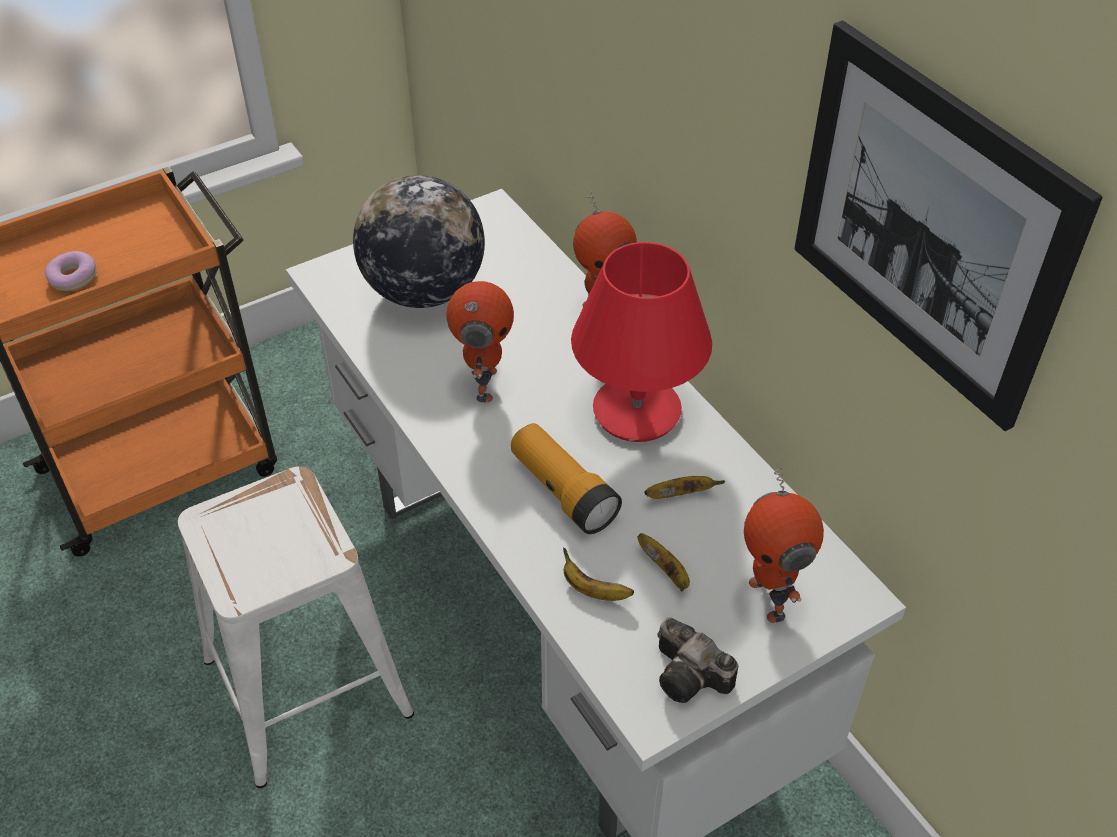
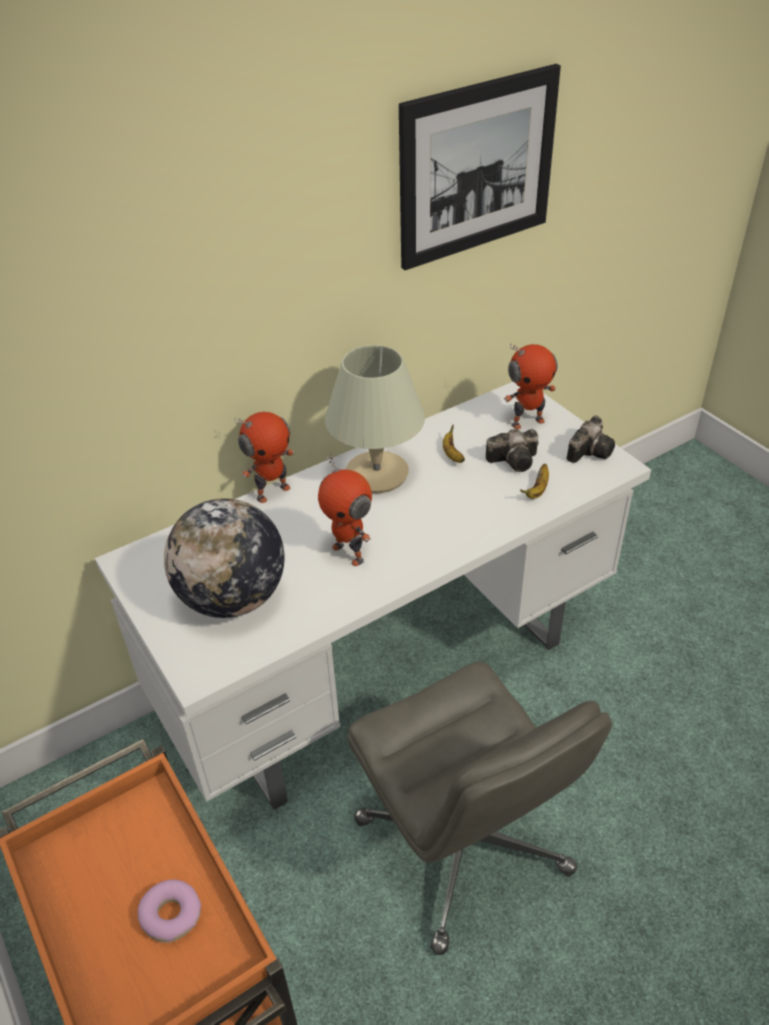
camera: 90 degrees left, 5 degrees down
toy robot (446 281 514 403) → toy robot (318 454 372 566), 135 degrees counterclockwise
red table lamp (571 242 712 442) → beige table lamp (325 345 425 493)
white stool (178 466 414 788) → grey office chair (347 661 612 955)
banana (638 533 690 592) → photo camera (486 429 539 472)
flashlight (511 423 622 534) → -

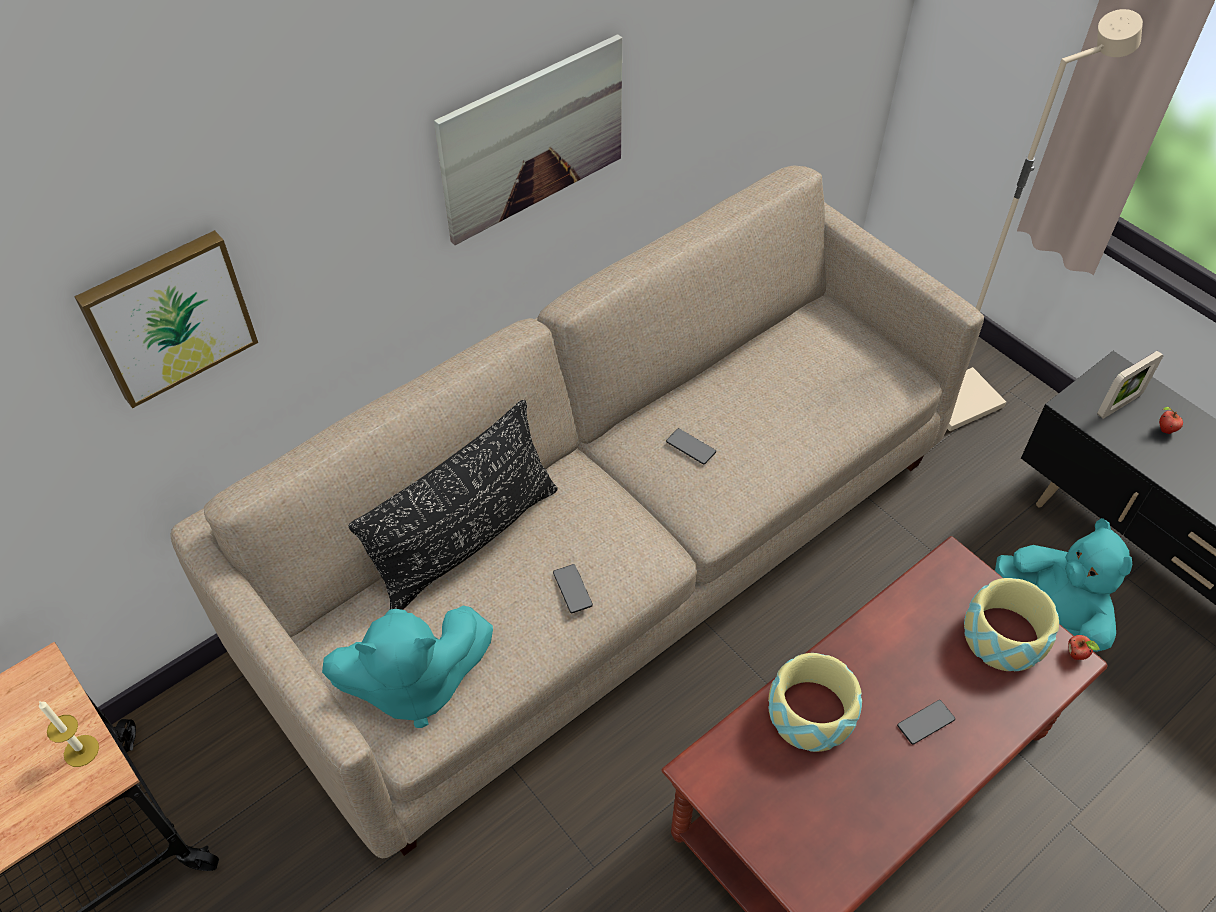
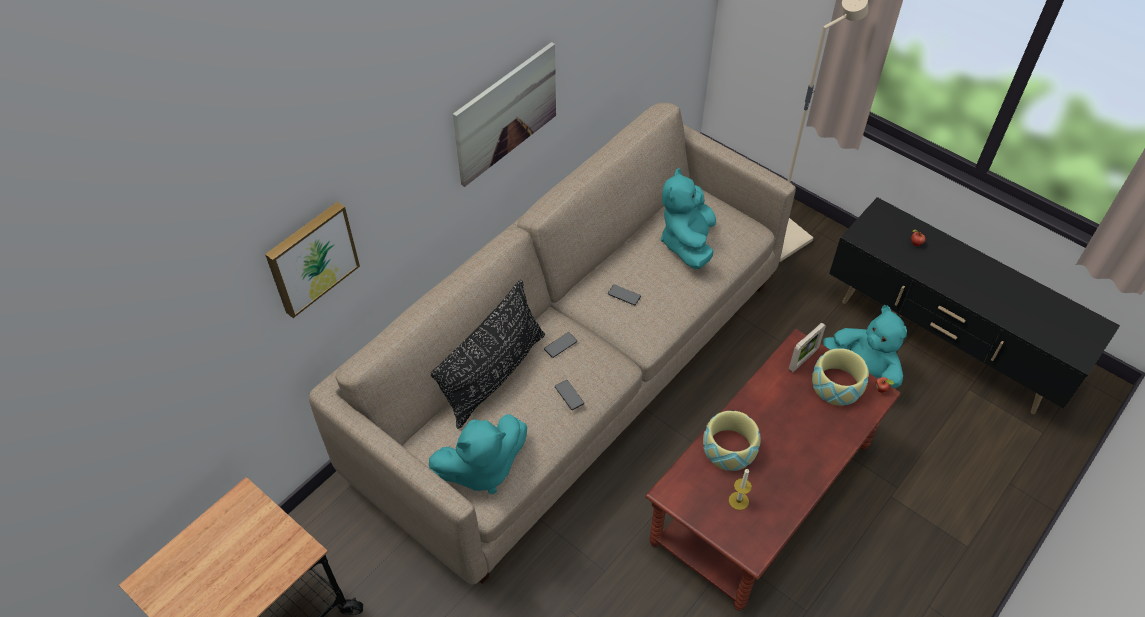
camera: 10 degrees left, 0 degrees up
phone (897 700 955 745) → phone (544 332 577 358), shifted
- → turquoise plush toy (661 168 716 269)
candle (39 701 99 767) → candle (729 469 752 510), shifted
picture frame (1097 351 1163 419) → picture frame (789 323 826 372), shifted

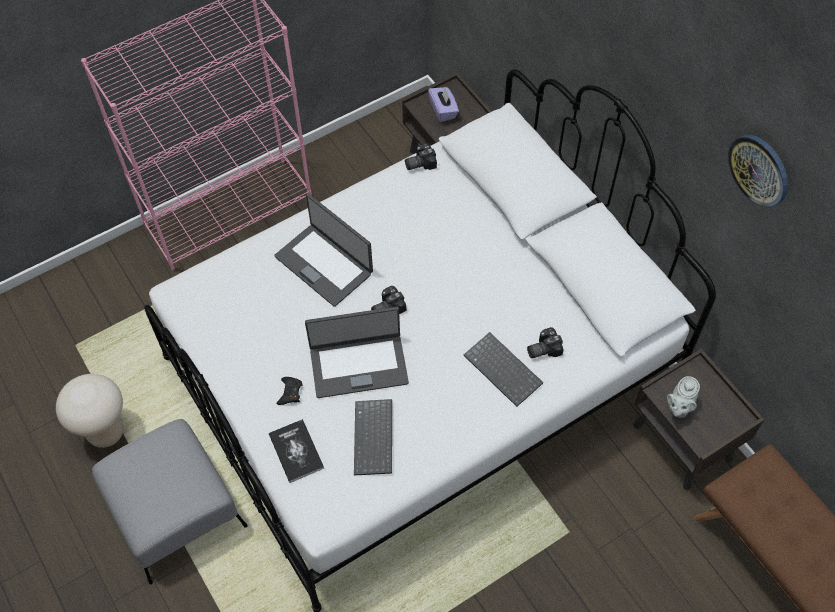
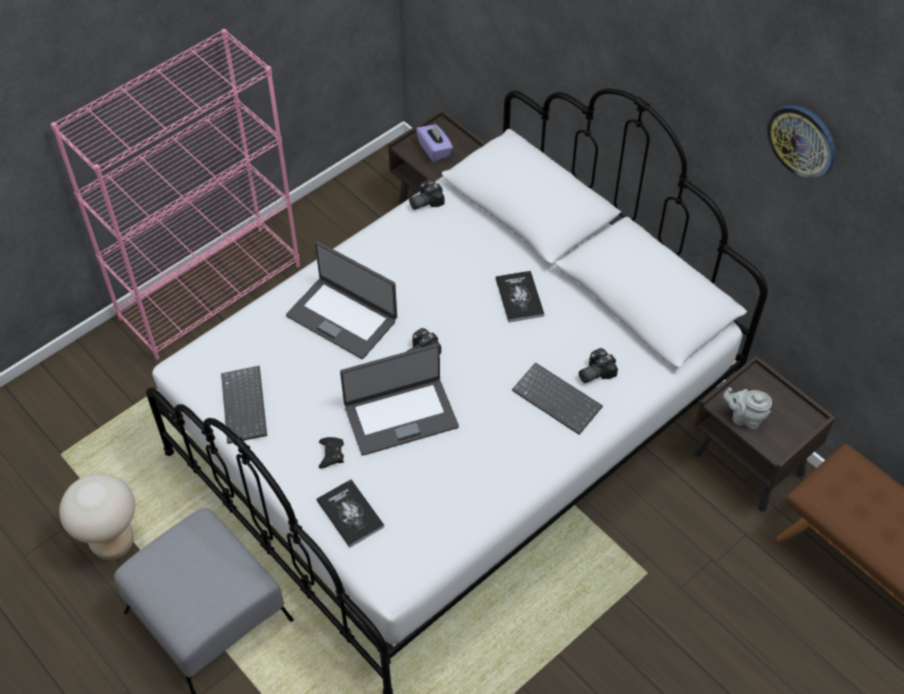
camera: 10 degrees left, 5 degrees down
keyboard (354 399 392 475) → keyboard (221 366 267 444), shifted
- → book (495 271 544 322)
grey teapot (667 376 700 418) → grey teapot (723 387 772 430), 90 degrees clockwise

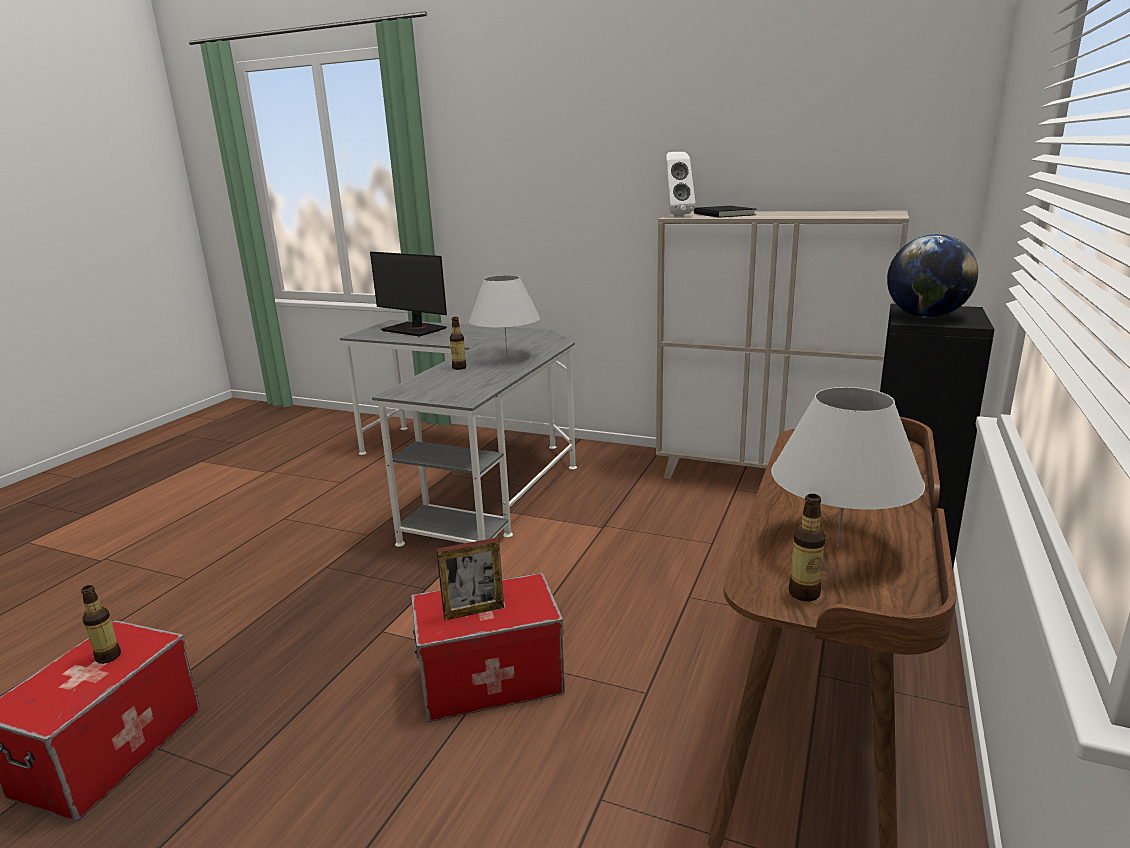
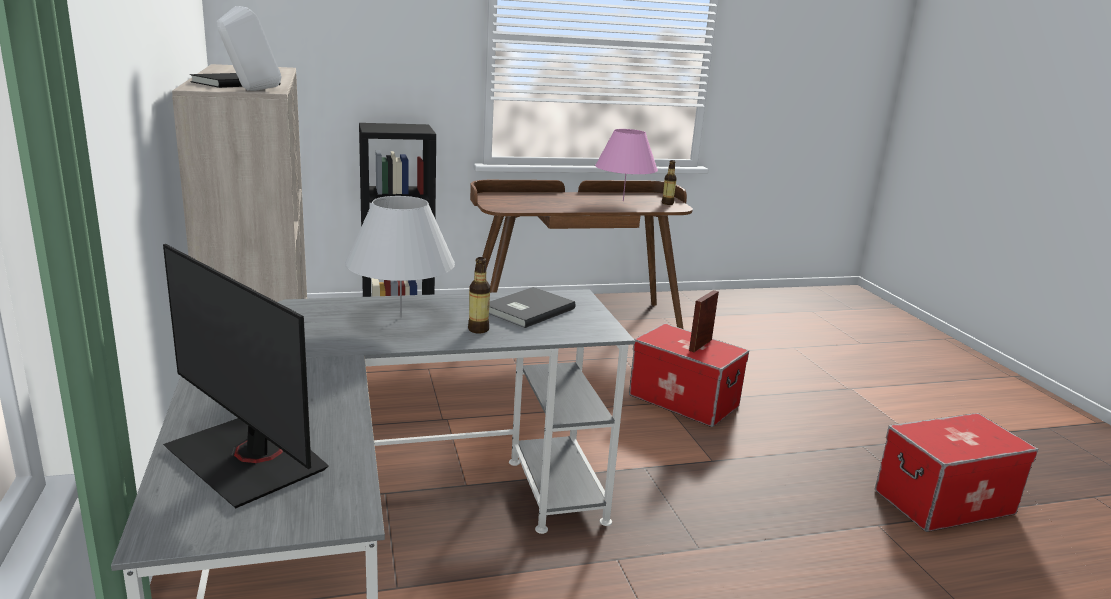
camera: 130 degrees left, 0 degrees up
monitor (370 252 447 336) → monitor (163 244 329 508), 135 degrees clockwise
- → grey book (489 287 576 328)
white table lamp (771 387 925 546) → pink table lamp (595 129 658 201)
picture frame (436 538 504 620) → picture frame (689 290 719 352), 90 degrees counterclockwise
bottle (81 585 121 664) → -
globe (887 234 978 318) → -

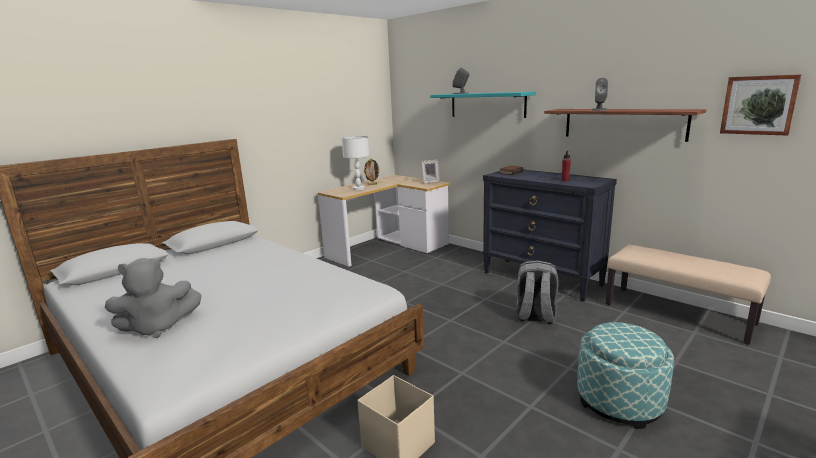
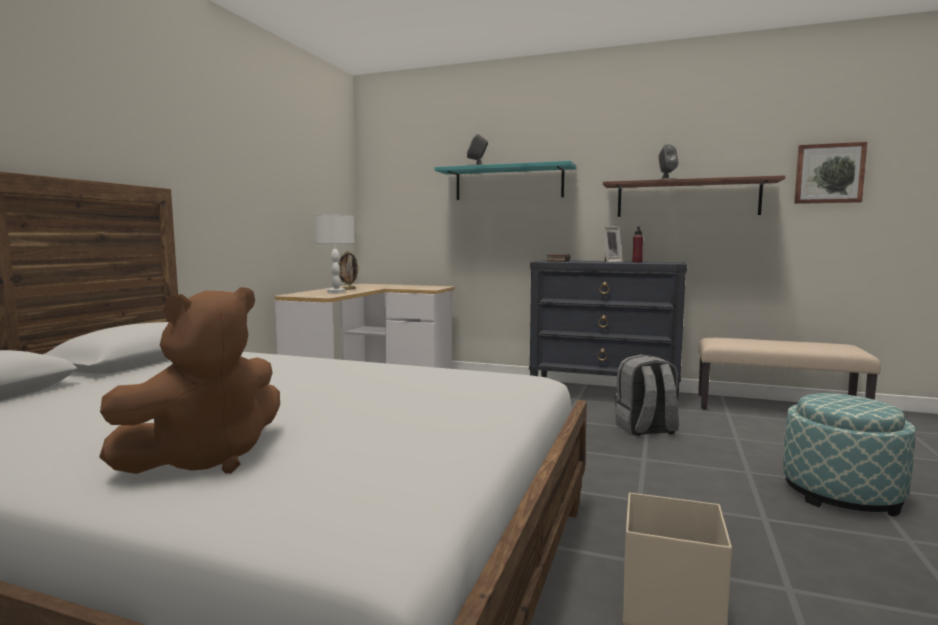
camera: 25 degrees left, 10 degrees down
grey plush toy (105 258 202 338) → brown plush toy (99 287 280 474)
picture frame (421 159 440 184) → picture frame (603 226 623 263), shifted

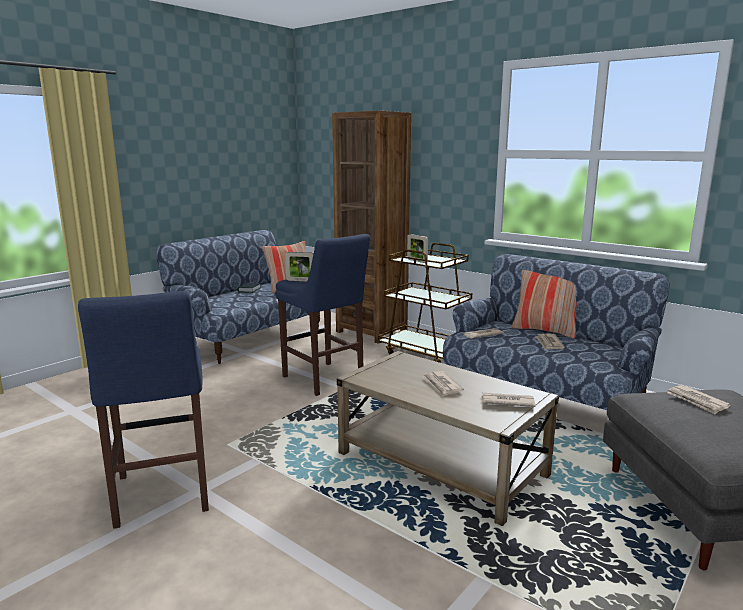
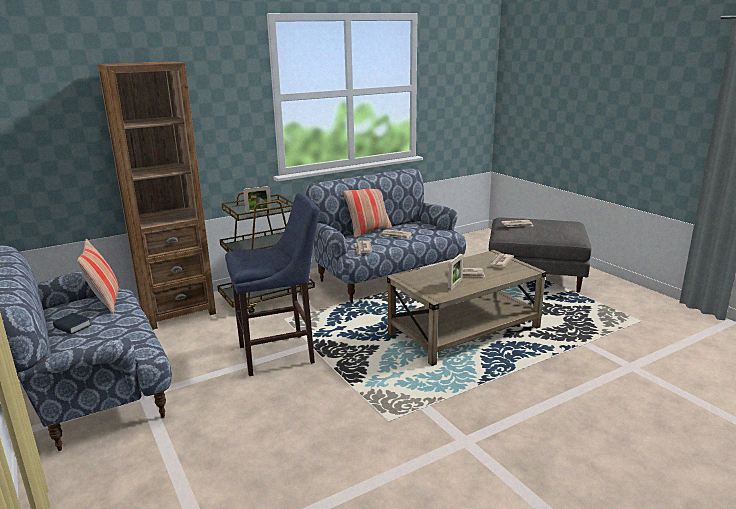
camera: 70 degrees left, 5 degrees up
picture frame (285 252 313 281) → picture frame (448 254 463 290), shifted
blue stool (78 291 209 529) → -

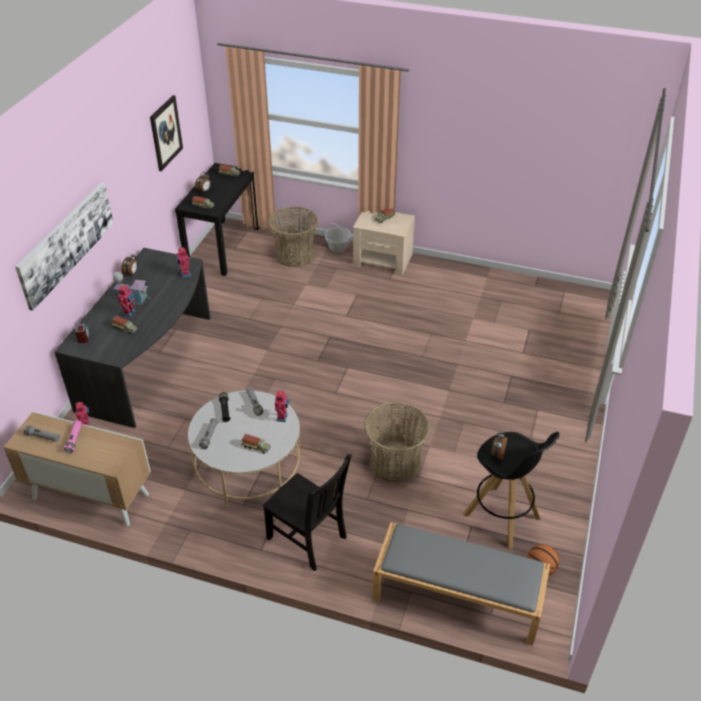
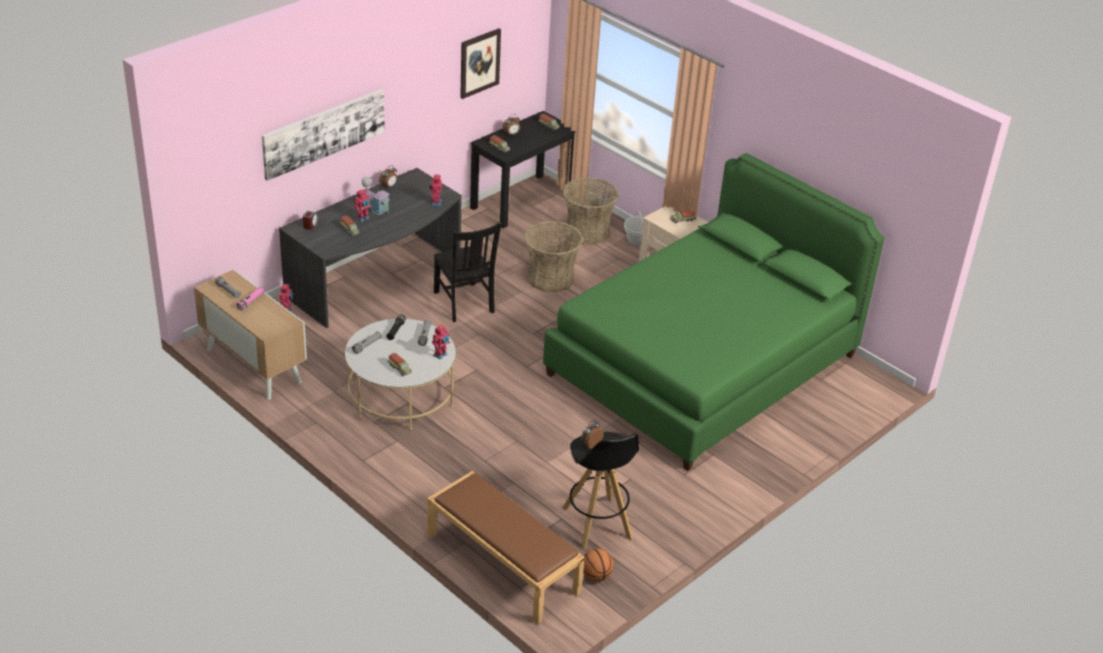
camera: 25 degrees right, 5 degrees down
grey bench (372 522 550 646) → brown bench (427 471 585 625)
black chair (263 454 352 571) → black chair (434 222 502 322), shifted
basket (364 402 431 483) → basket (524 221 583 292), shifted
- → green bed (543 153 884 471)

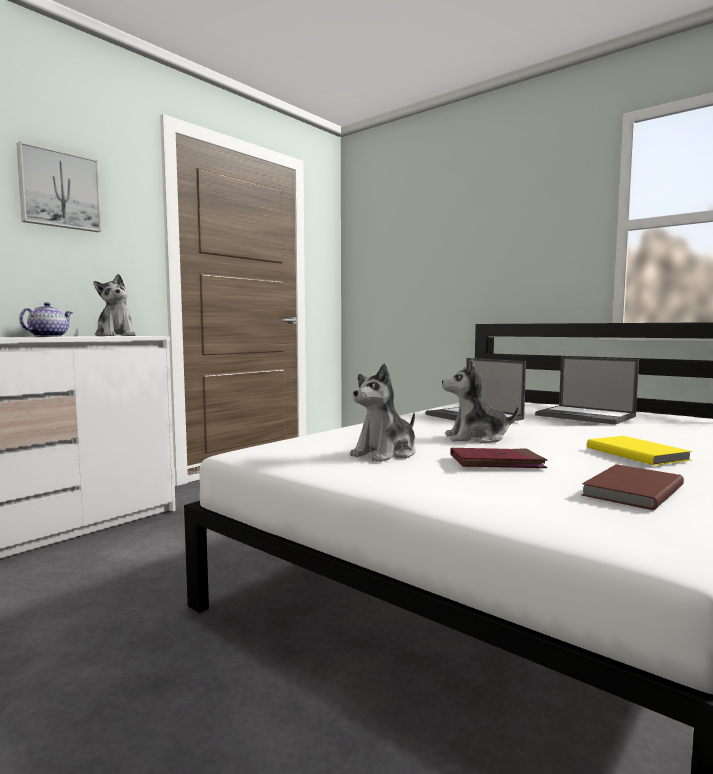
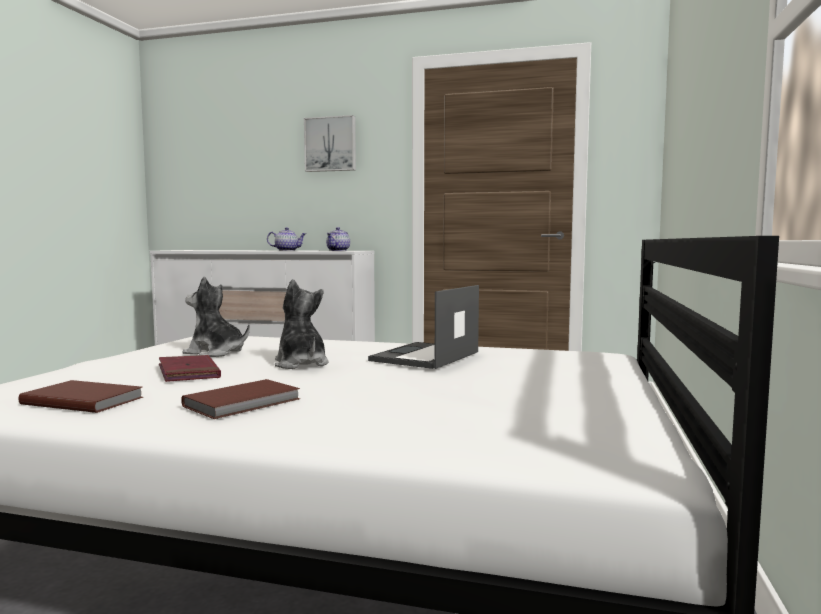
camera: 65 degrees right, 0 degrees up
yellow book (587 436 692 466) → brown book (181 379 300 419)
plush toy (94 274 136 336) → teapot (326 227 350 251)
laptop (535 356 639 425) → -

